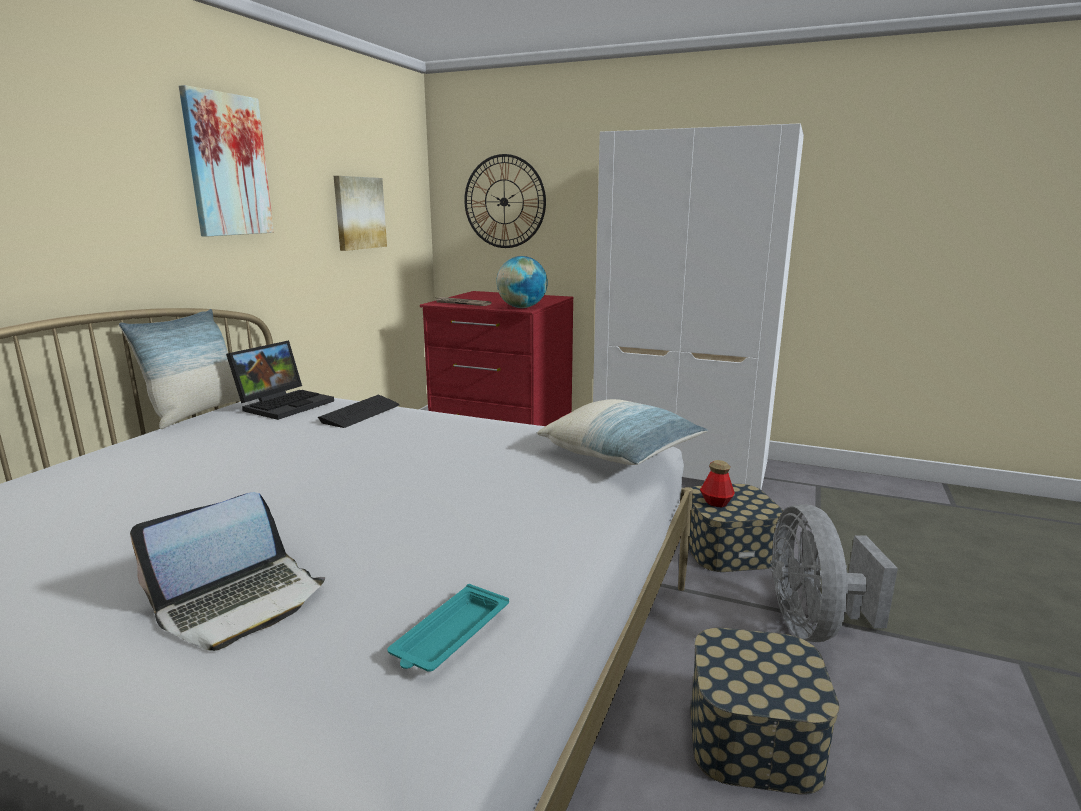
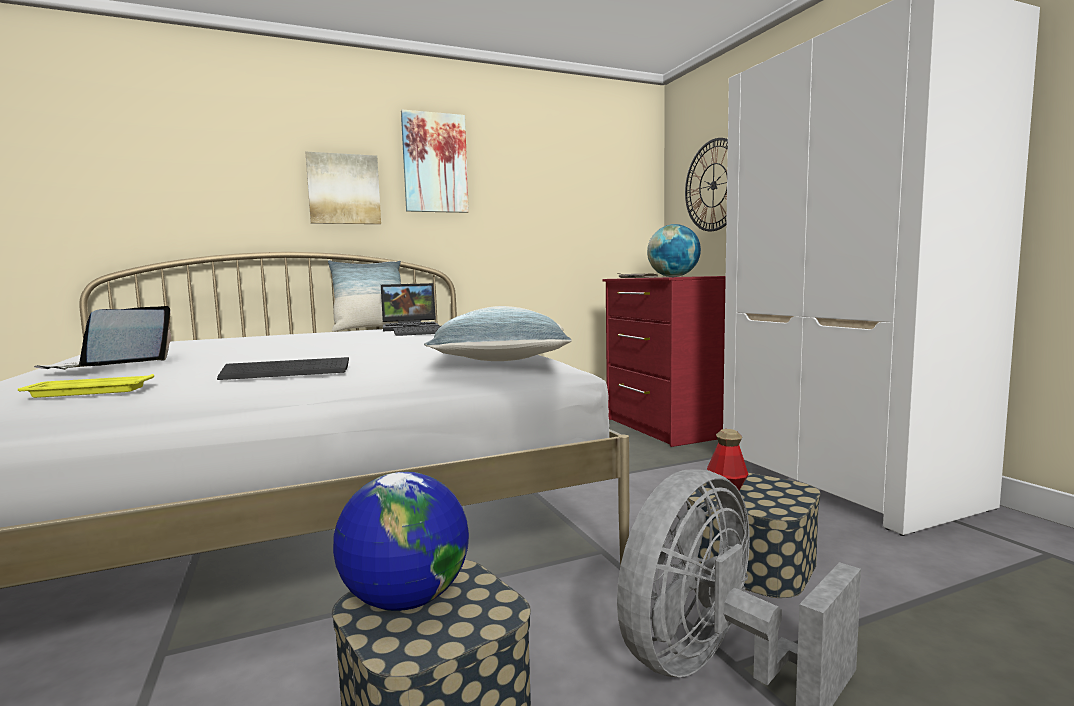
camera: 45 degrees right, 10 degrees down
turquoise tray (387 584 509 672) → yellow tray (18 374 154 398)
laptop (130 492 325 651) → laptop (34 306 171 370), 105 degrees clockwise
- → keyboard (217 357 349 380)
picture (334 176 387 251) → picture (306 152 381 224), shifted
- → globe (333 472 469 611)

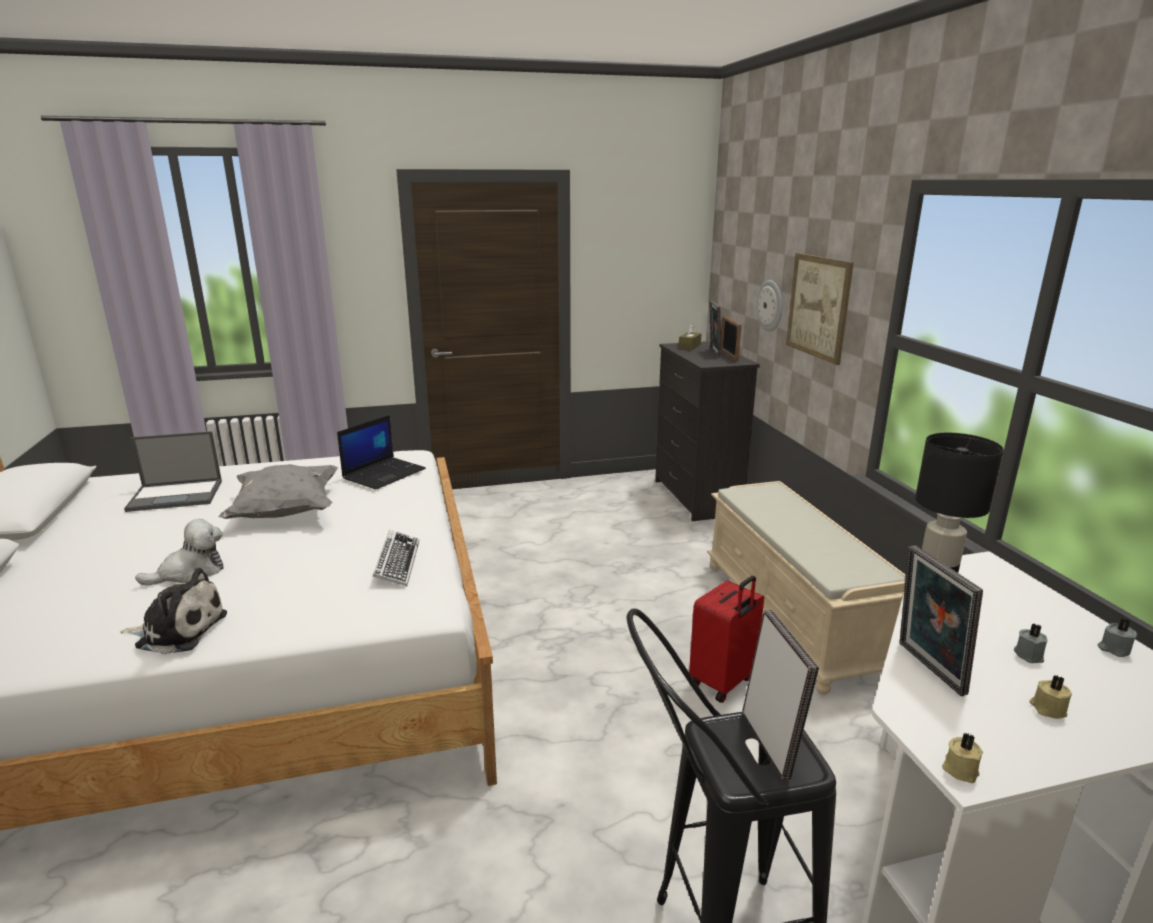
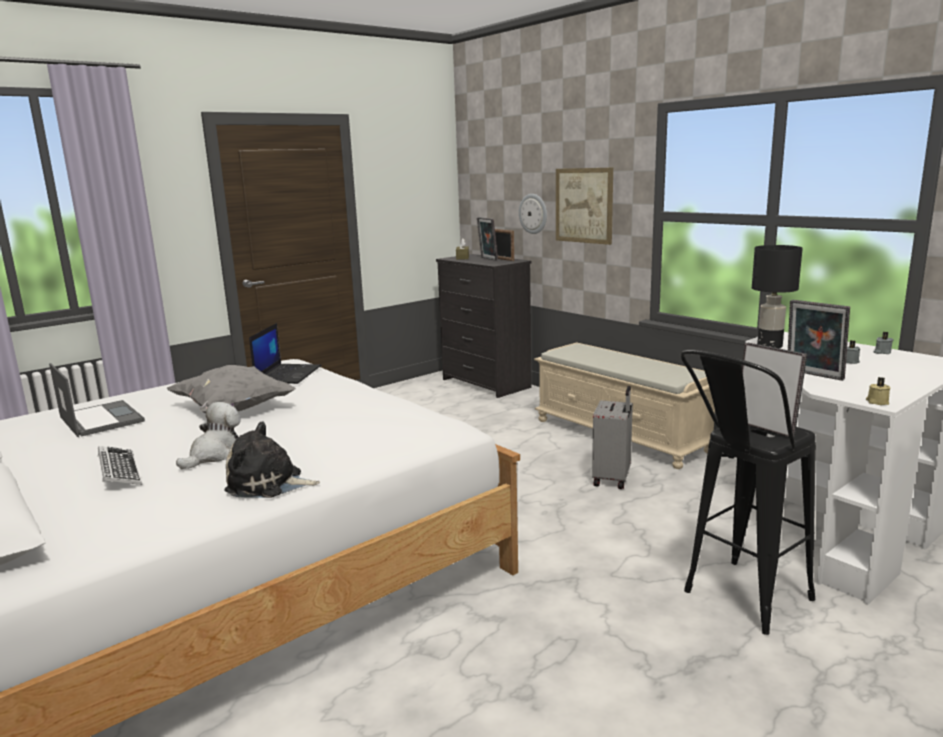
camera: 25 degrees left, 5 degrees down
laptop (124 431 222 512) → laptop (49 363 145 437), 90 degrees counterclockwise
keyboard (373 530 419 586) → keyboard (98 446 142 485), shifted
plush toy (120 568 227 654) → plush toy (224 421 320 498), 150 degrees counterclockwise
red suitcase (689 576 764 703) → grey suitcase (592 386 633 489)
beige candle (1029 675 1072 719) → -

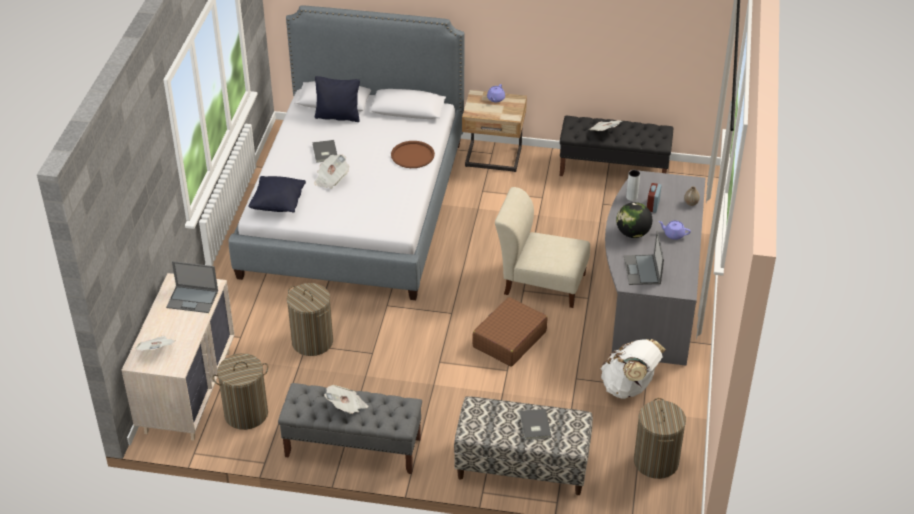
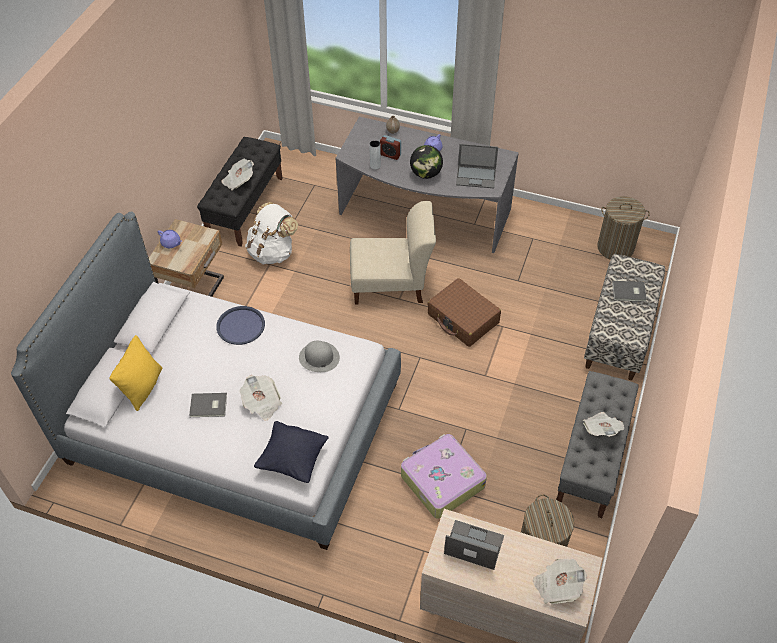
camera: 80 degrees left, 10 degrees up
black pillow (315 76 360 122) → yellow pillow (109 335 162 411)
brown tray (391 141 435 168) → blue tray (216 306 265 345)
white backpack (601 339 666 399) → white backpack (245 202 298 264), shifted
- → grey hat (299 341 340 372)
beige chair (495 187 590 308) → beige chair (350 201 436 305), 120 degrees counterclockwise
laundry basket (287 283 333 356) → suitcase (401 434 487 519)
laptop (166 261 218 313) → laptop (444 520 504 570), 90 degrees counterclockwise

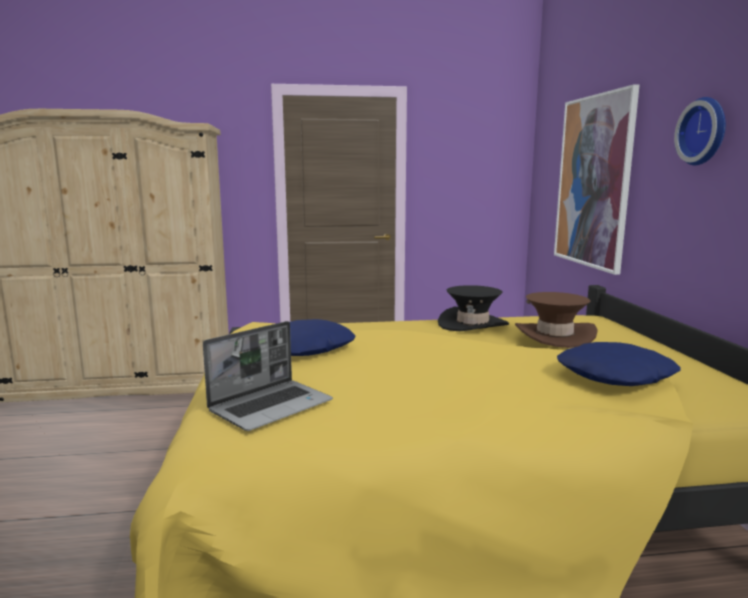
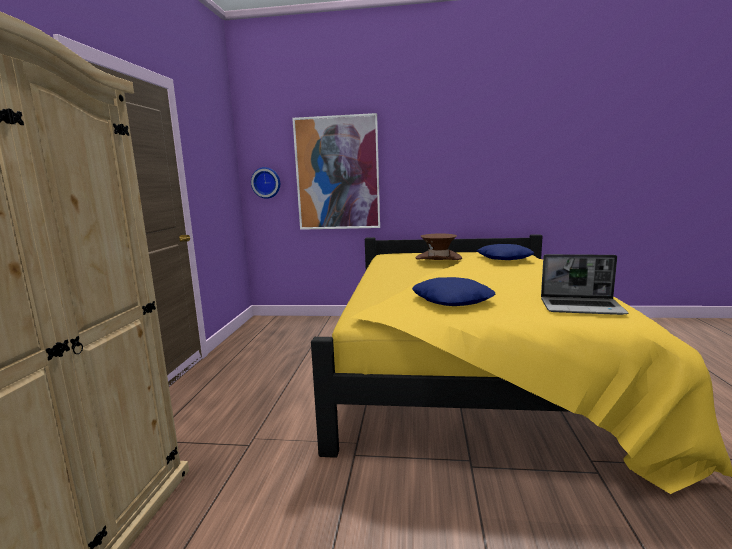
camera: 75 degrees left, 0 degrees up
wall clock (674 97 726 165) → wall clock (251 167 280 199), shifted
laptop (203 321 333 431) → laptop (541 254 628 315), 135 degrees clockwise
black hat (438 285 509 331) → -

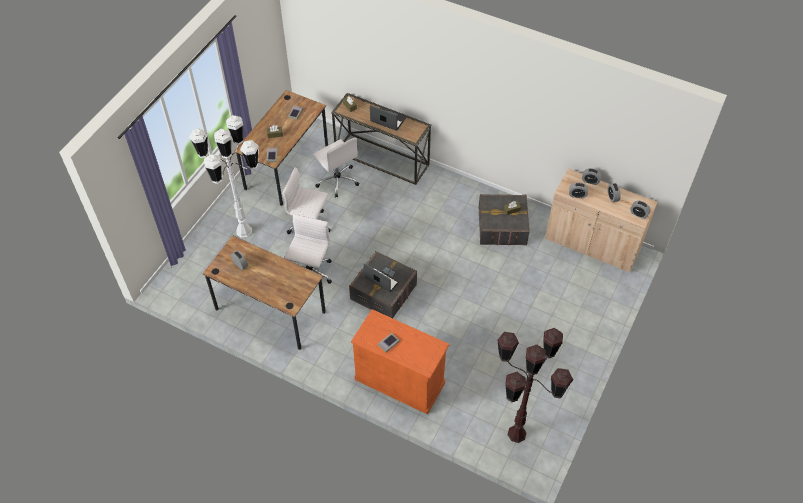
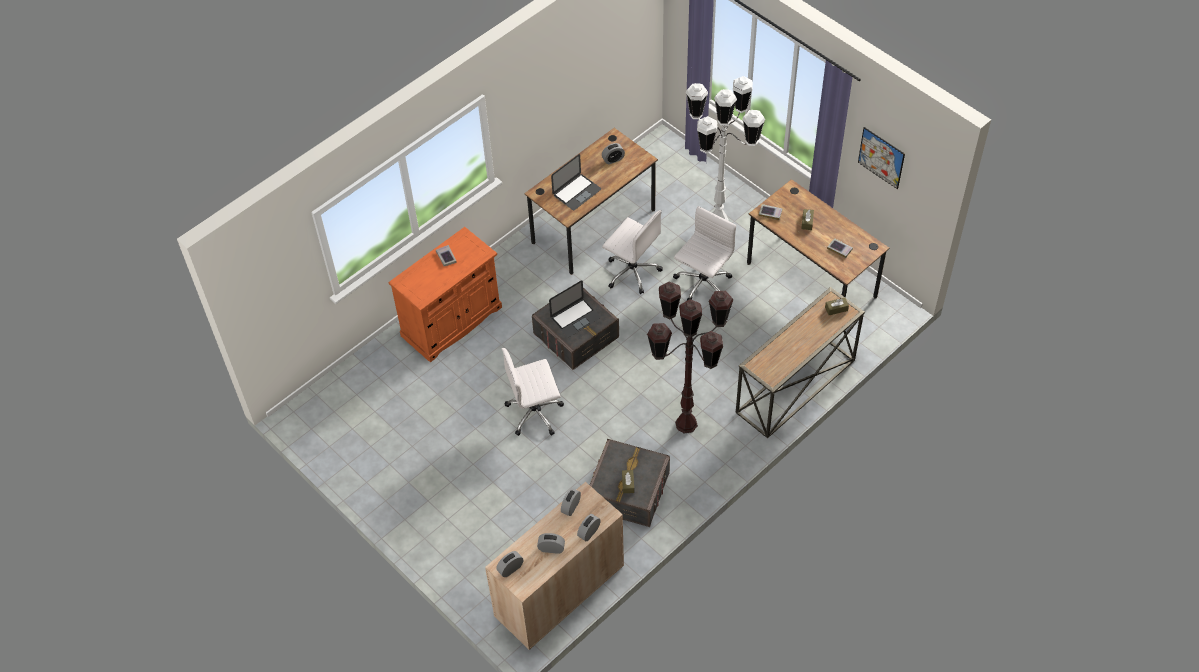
camera: 110 degrees right, 0 degrees up
white office chair (313 138 359 198) → white office chair (502 348 564 436), shifted
laptop (370 105 407 131) → laptop (551 154 601 210), shifted
brown floor lamp (497 328 573 443) → brown floor lamp (647 282 734 434), shifted
- → picture (858 127 905 189)

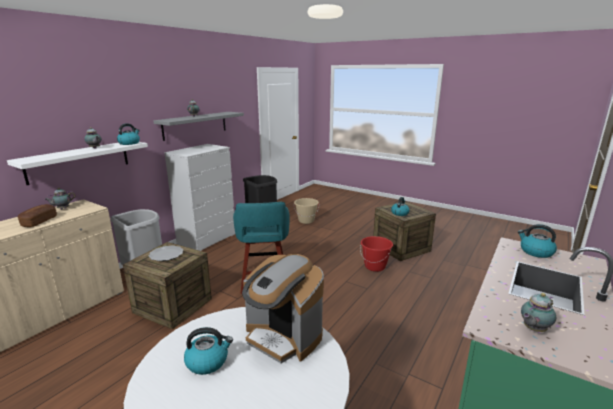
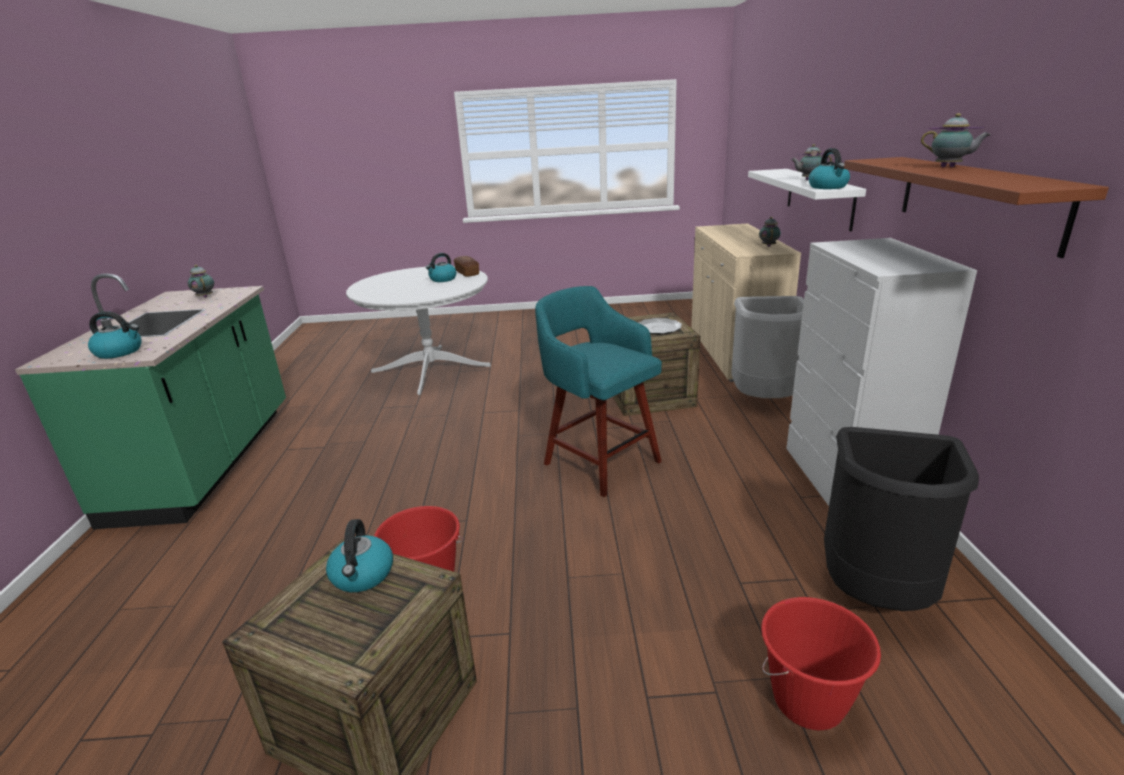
camera: 145 degrees right, 5 degrees up
teapot (521 293 556 332) → teapot (188 265 214 298), 60 degrees counterclockwise
bread (17 204 57 227) → bread (454 256 479 276), shifted
beige bucket (294 198 319 224) → red bucket (761 597 881 730)
grey shelf (153 112 244 141) → brown shelf (844 157 1109 258)
coffee machine (242 254 324 363) → -

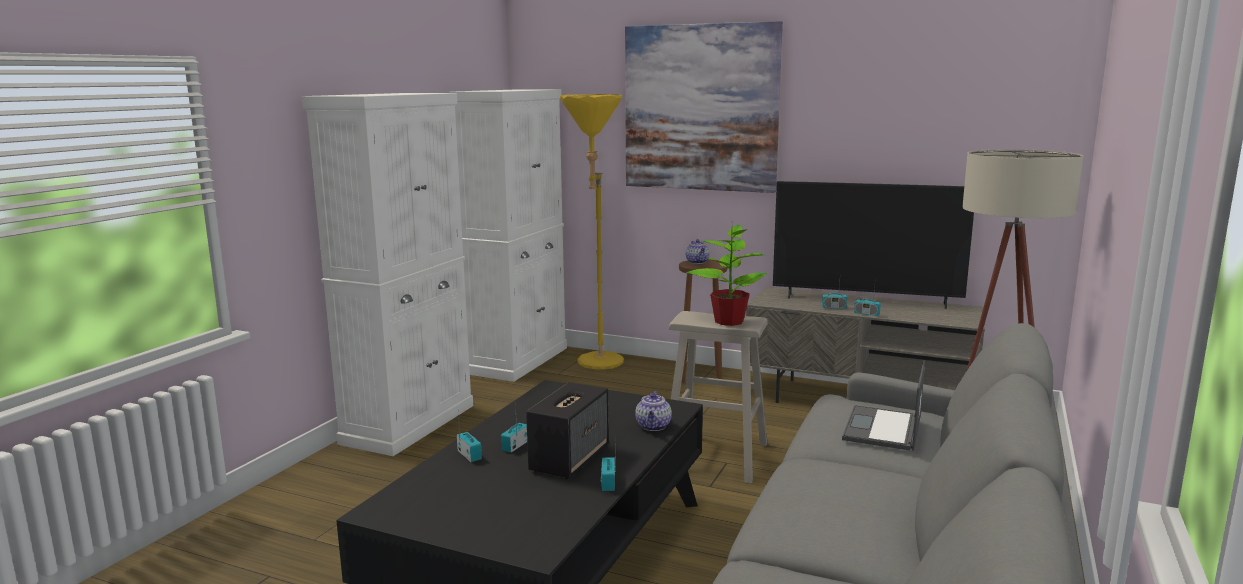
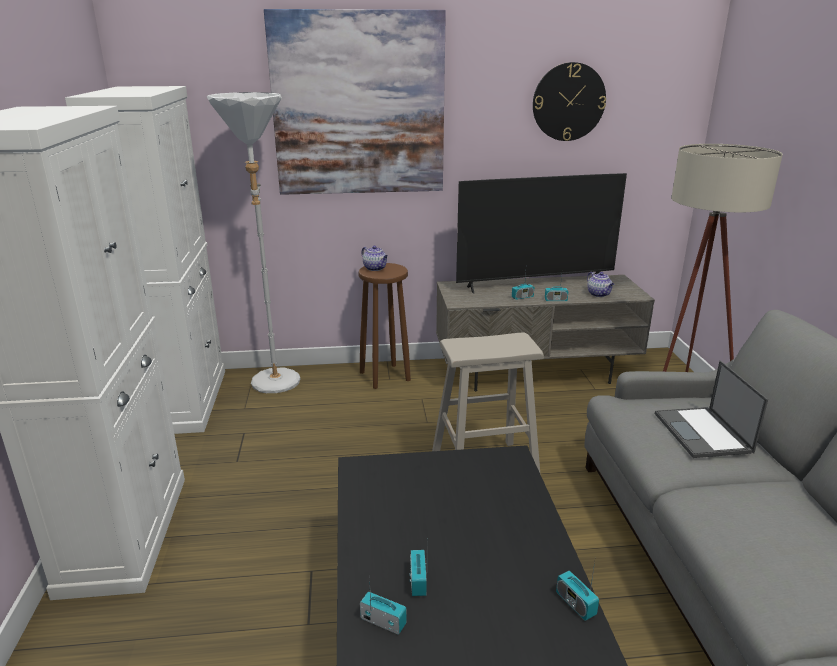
camera: 30 degrees left, 10 degrees up
yellow floor lamp (560 94 624 370) → white floor lamp (206 92 301 393)
- → wall clock (533 62 606 141)
teapot (635 391 672 431) → teapot (587 272 614 297), shifted
speaker (526 382 609 479) → -
potted plant (686 225 767 326) → -

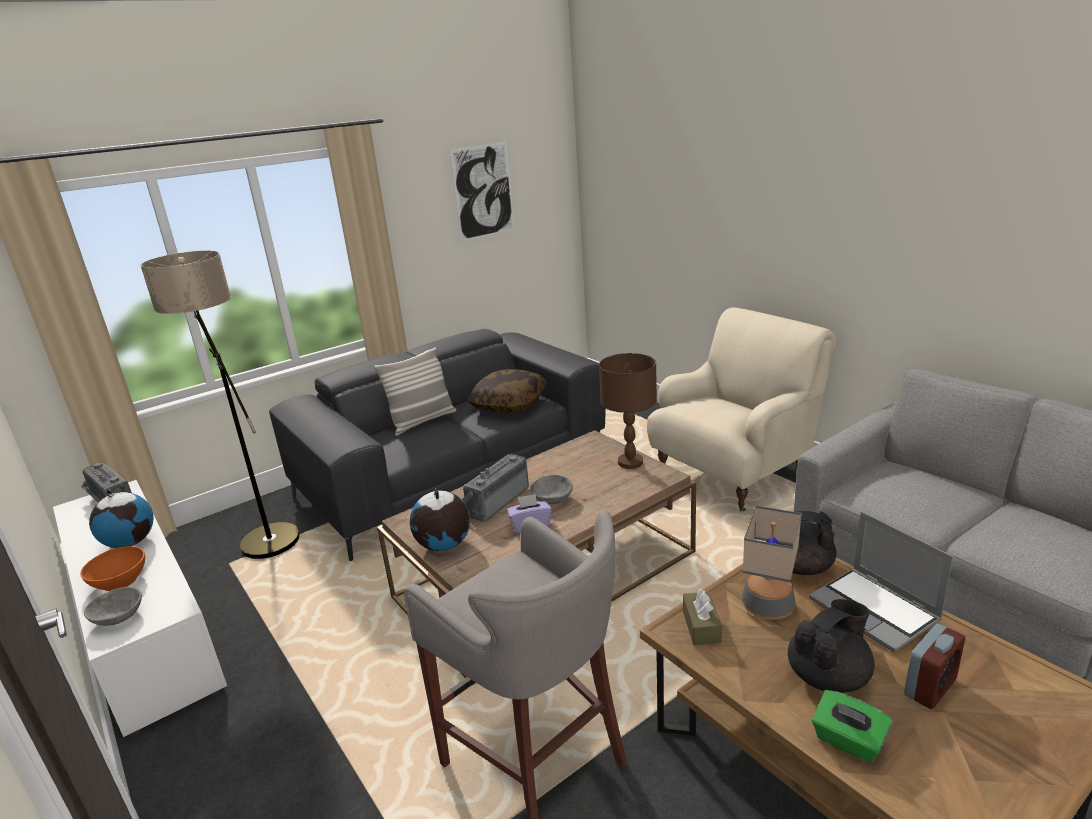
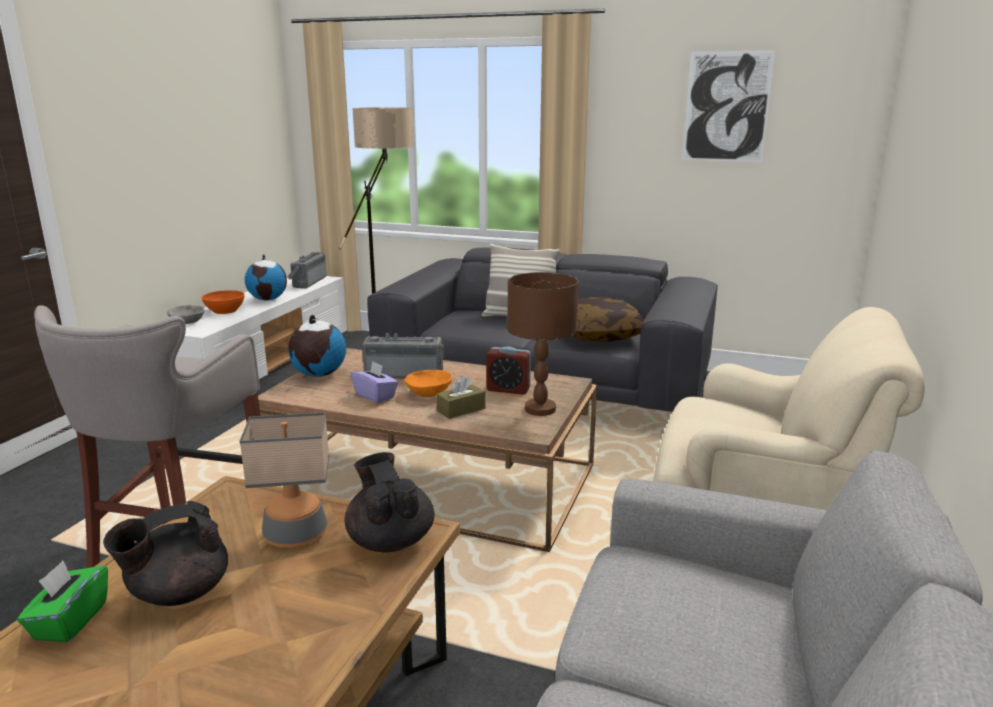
camera: 55 degrees right, 5 degrees down
black teapot (788 599 874 693) → black teapot (103 501 228 606), 120 degrees clockwise
grey bowl (530 475 573 505) → orange bowl (405 370 452 397)
brown tissue box (683 588 722 645) → brown tissue box (436 376 485 419), shifted
alarm clock (904 624 965 709) → alarm clock (486 346 531 395), shifted
laptop (809 512 953 653) → -

